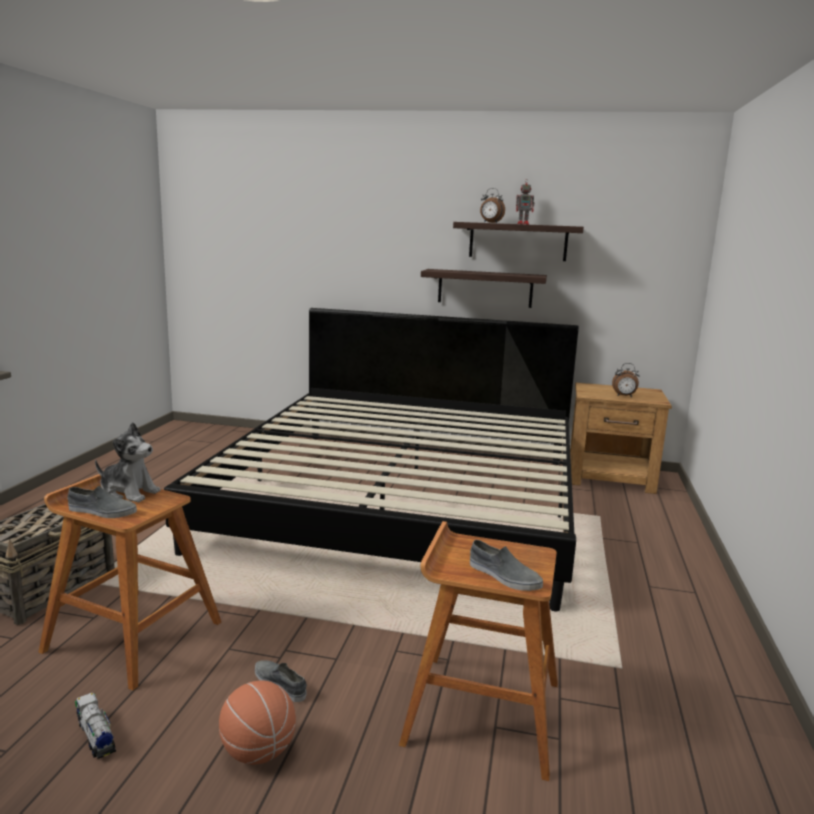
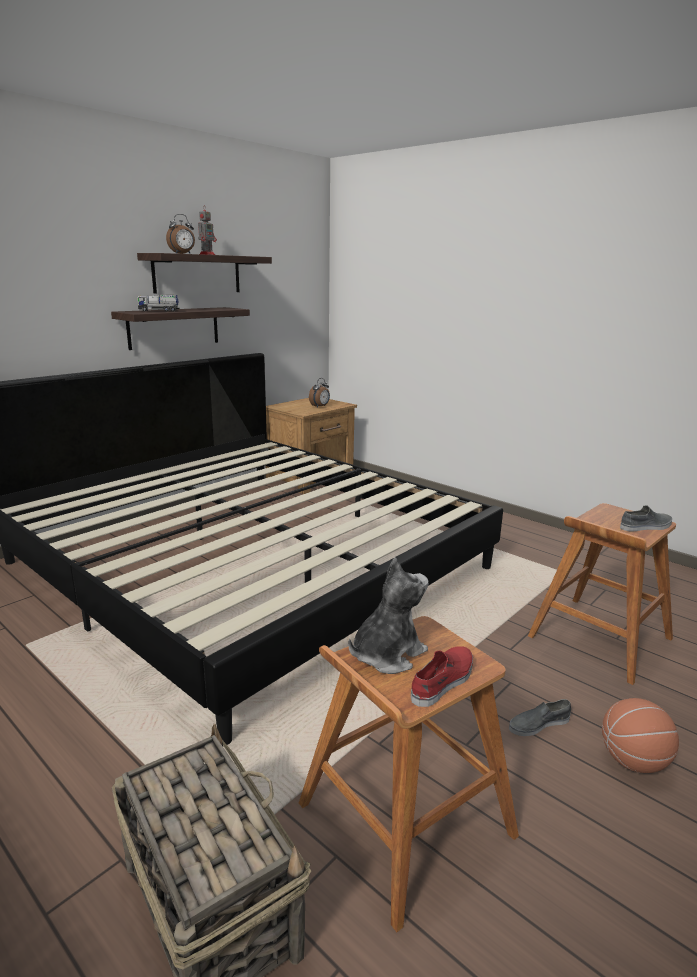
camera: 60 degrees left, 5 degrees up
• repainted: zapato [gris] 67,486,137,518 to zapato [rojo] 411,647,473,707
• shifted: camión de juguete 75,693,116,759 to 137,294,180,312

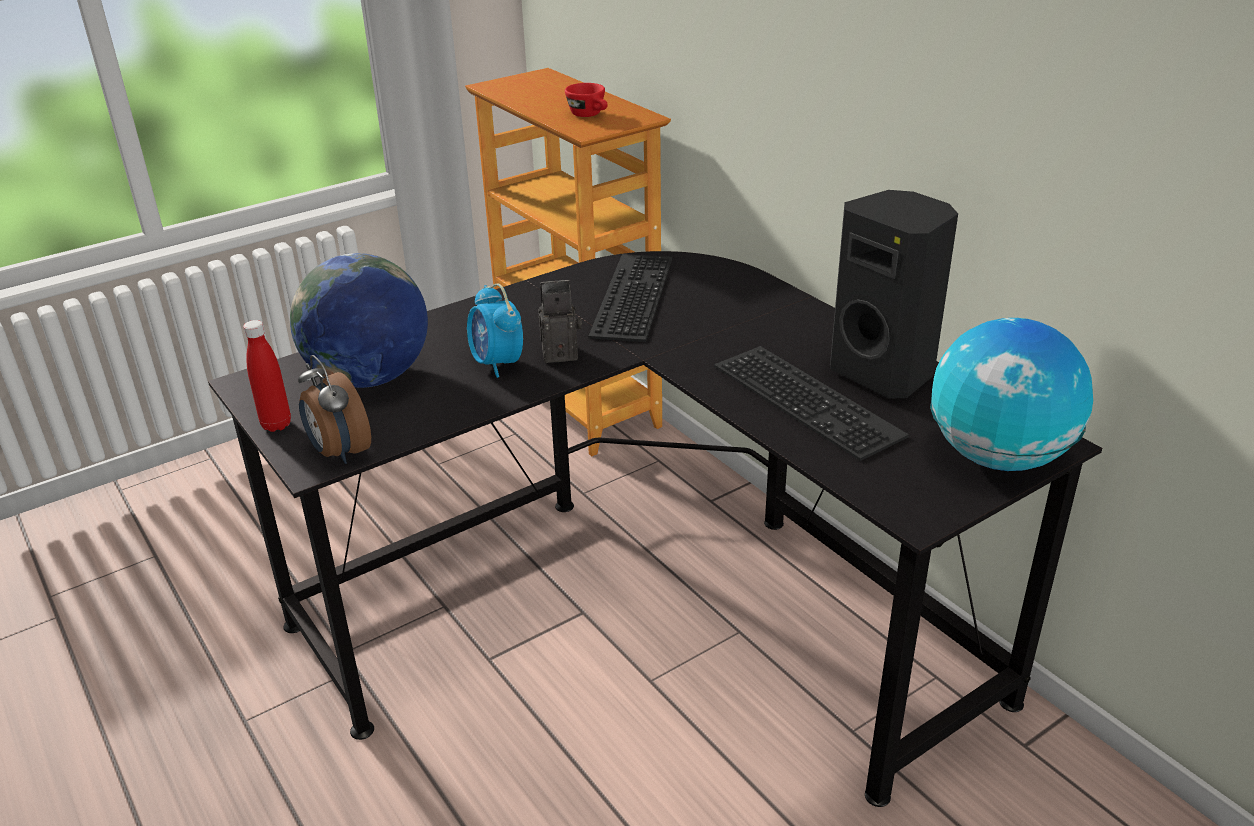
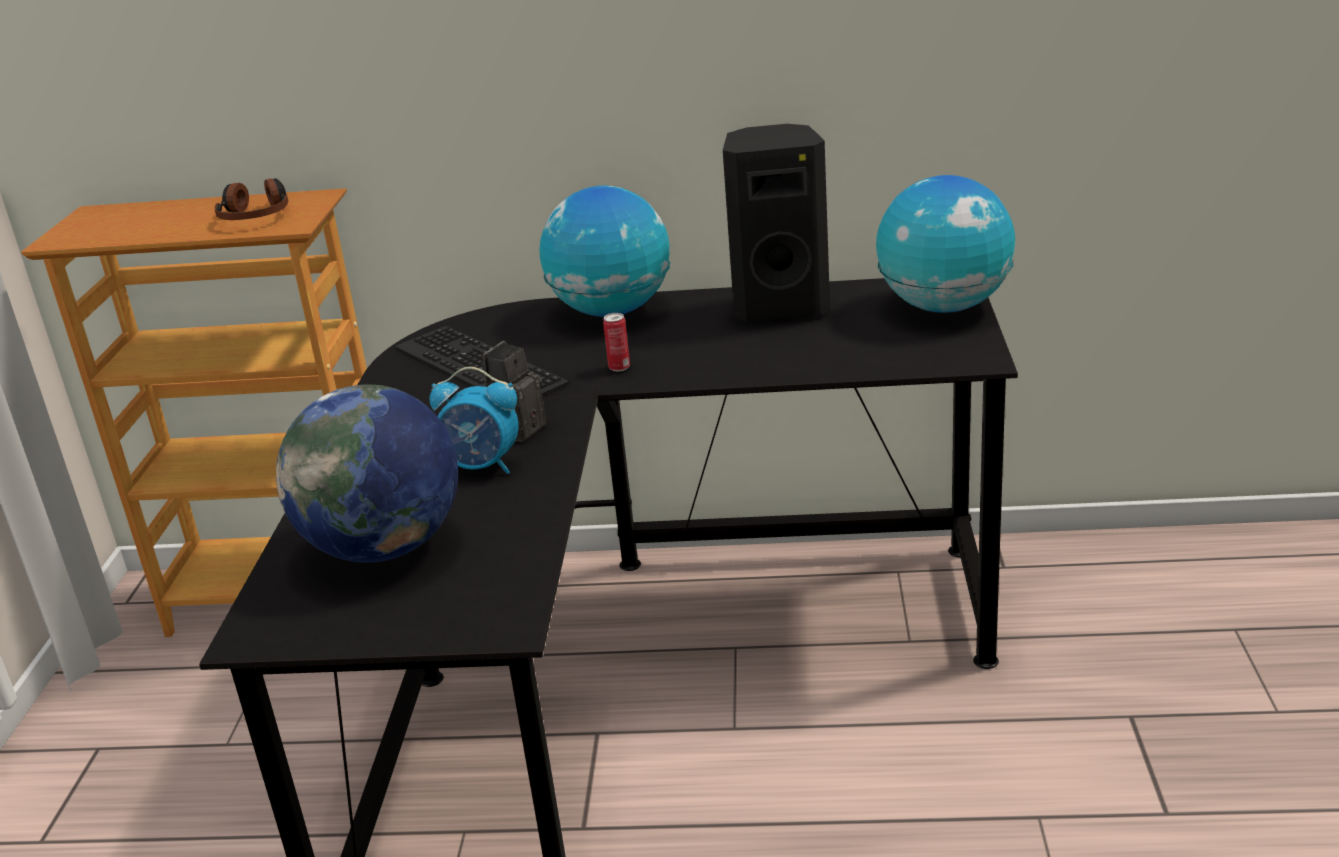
camera: 50 degrees left, 5 degrees down
• gone: botella [rojo] 243,320,291,432
• gone: despertador 298,355,371,464
• swapped: taza [rojo] 565,83,608,117 to auriculares 214,178,288,220
• gone: teclado 714,346,909,461
• new: globo terráqueo 539,185,670,317
• new: lata 603,313,630,372

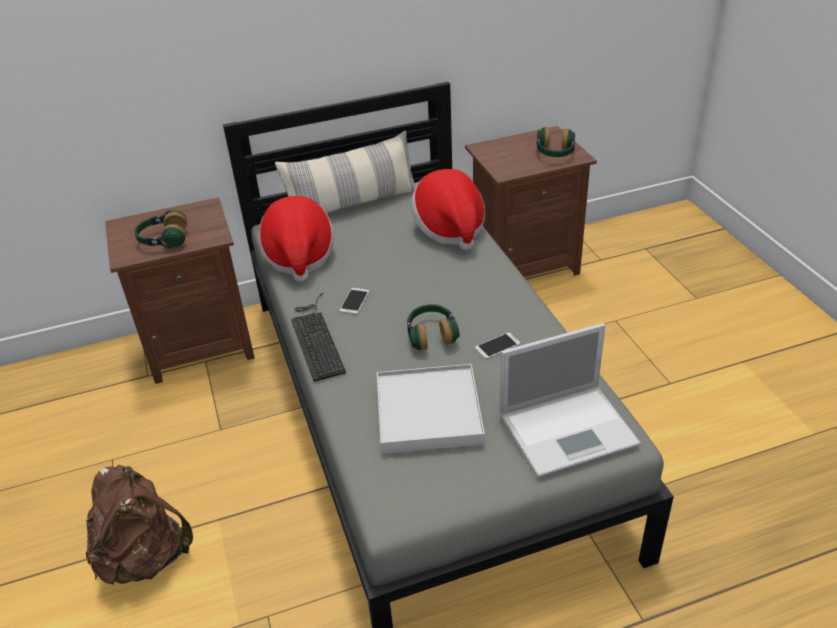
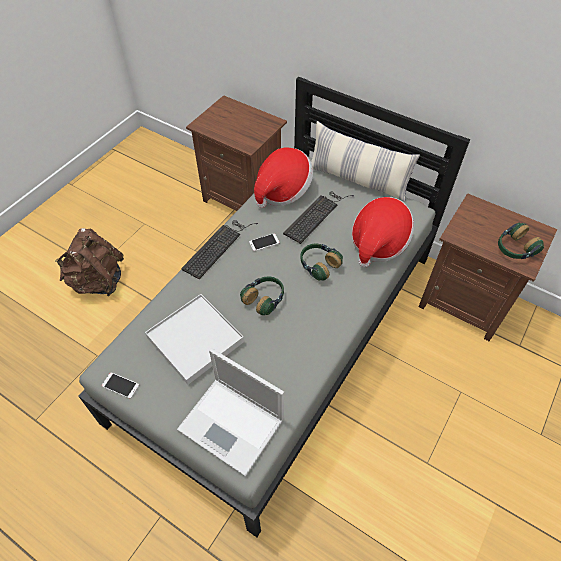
camera: 50 degrees right, 15 degrees up
• shifted: auriculares 135,210,187,248 to 301,243,343,280
• shifted: móvil 475,333,520,359 to 102,372,139,399
• new: teclado 283,191,354,244

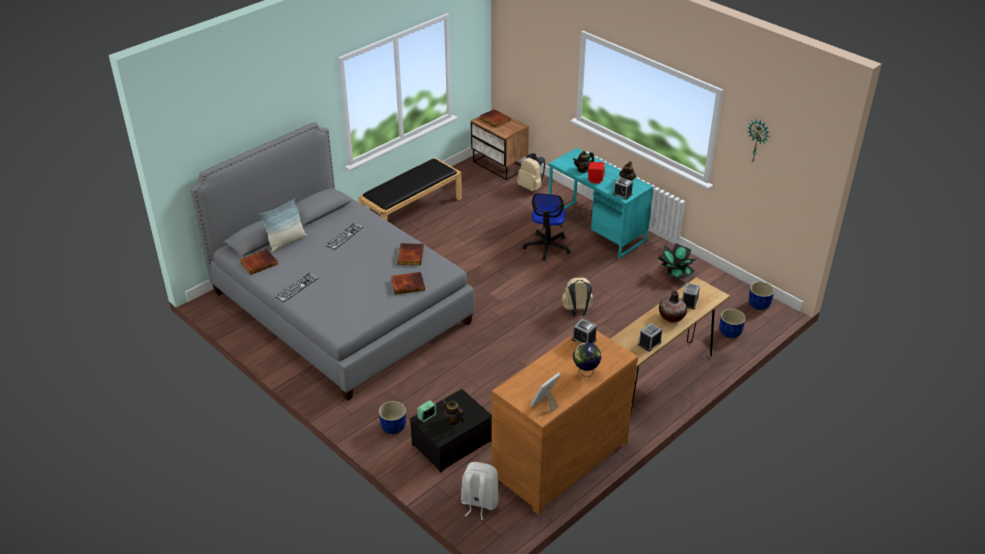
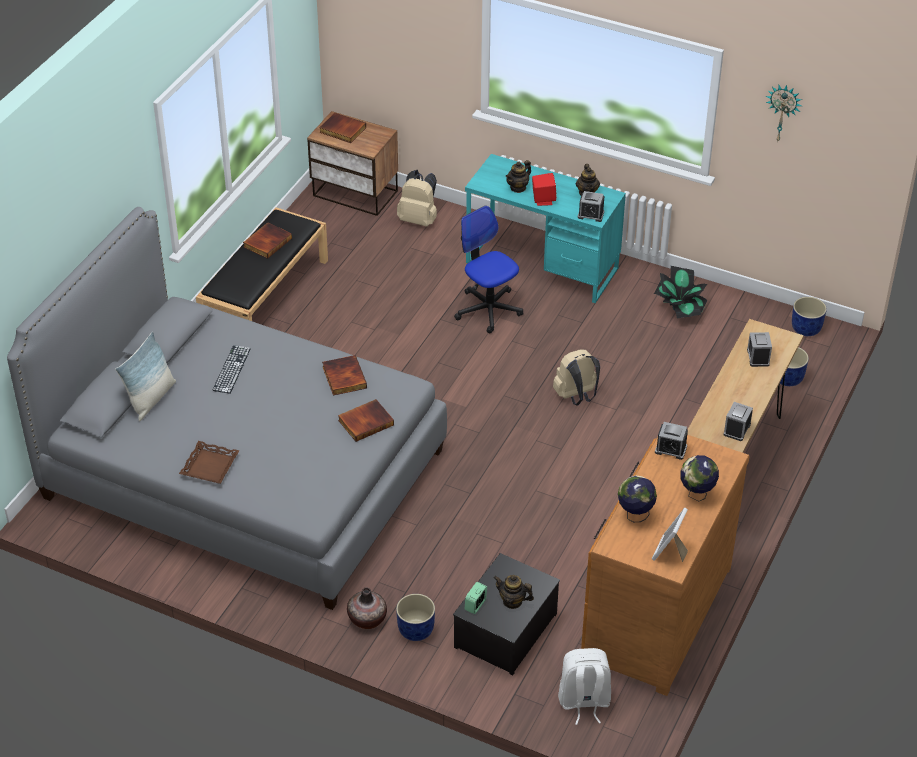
camera: 20 degrees left, 5 degrees up
• shifted: libro 240,249,278,275 to 243,222,292,259
• swapped: teclado 275,273,318,302 to bandeja [marrón] 179,441,240,484
• rotated: silla de oficina 522,193,571,261 = 454,206,524,333 150 degrees clockwise
• shifted: florero 659,291,687,323 to 347,587,387,629
• new: globo terráqueo 618,475,657,522

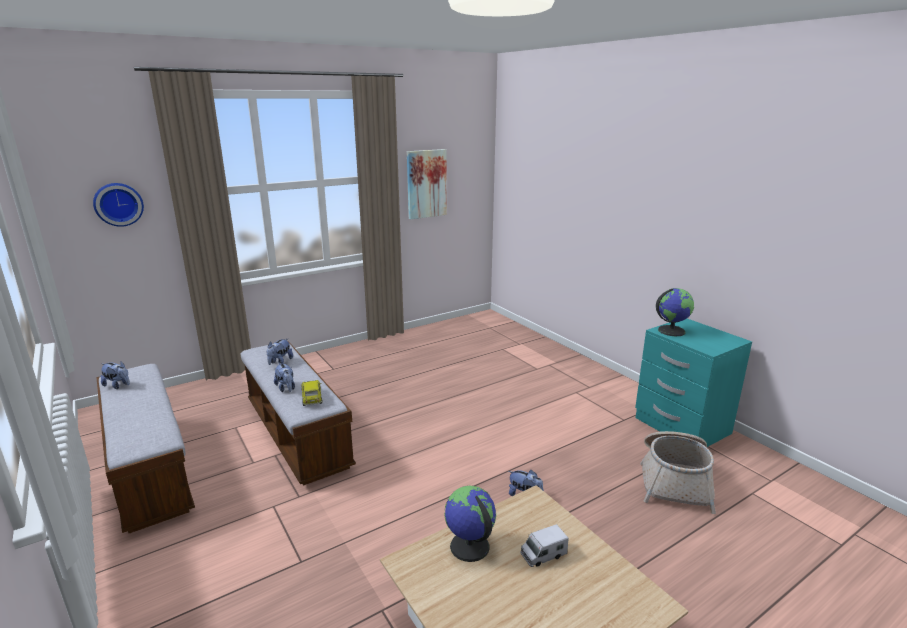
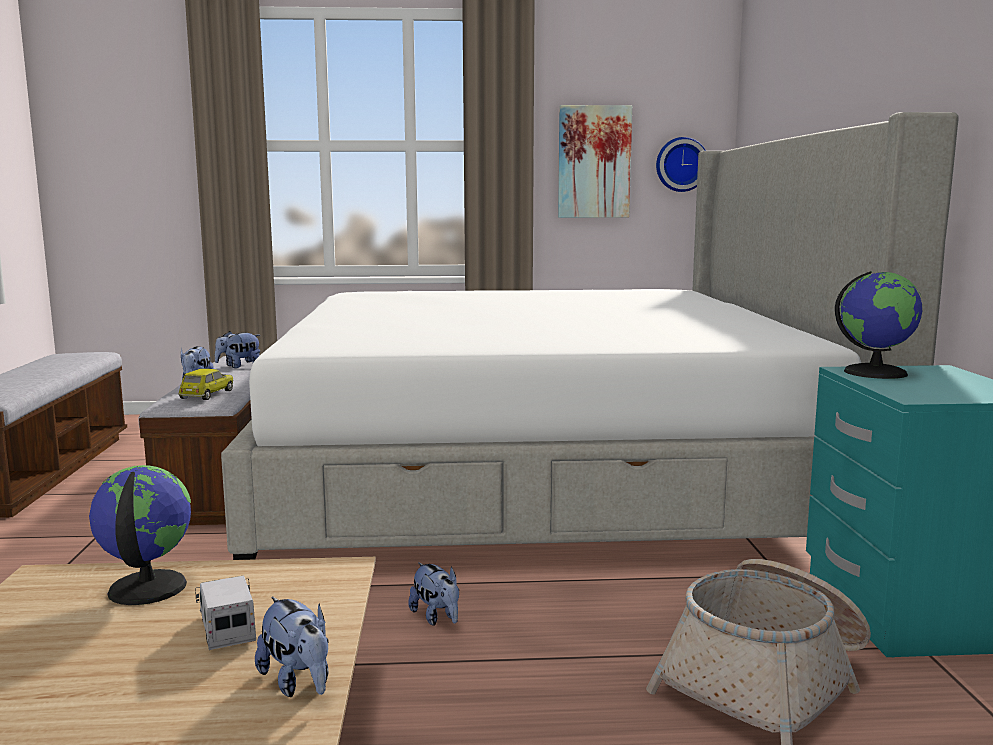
camera: 30 degrees right, 10 degrees down
• shifted: reloj de pared 93,183,144,227 to 656,137,706,192
• shifted: peluche 100,362,130,389 to 255,597,329,697
• rotated: camión de juguete 520,524,569,567 = 195,576,256,650 60 degrees clockwise
• new: cama 221,112,959,560

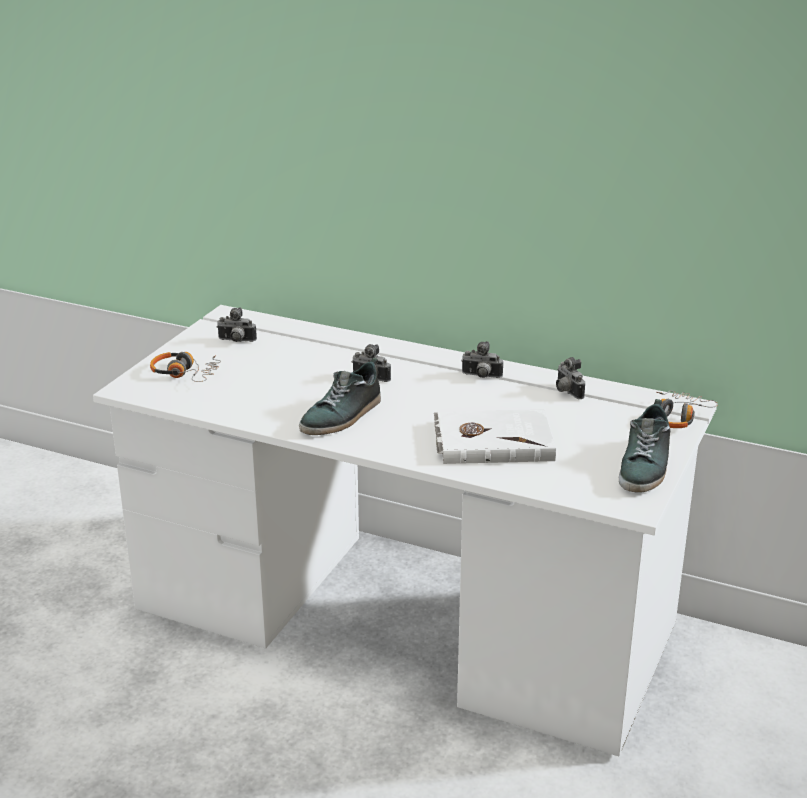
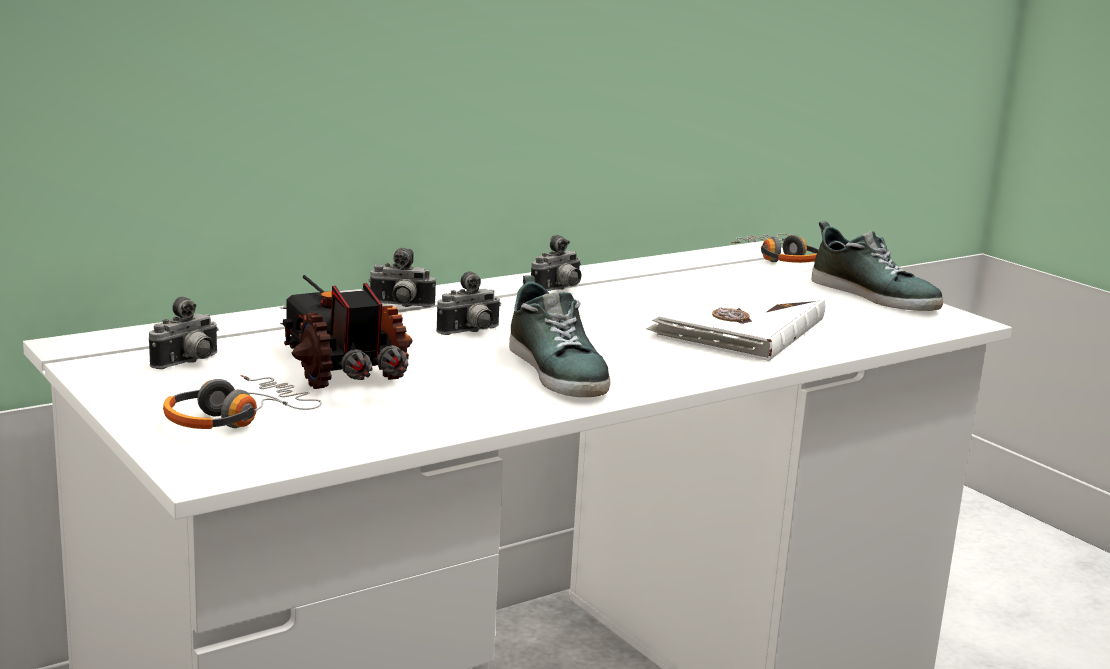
camera: 60 degrees left, 10 degrees down
• shifted: cámara 556,357,585,399 to 368,248,436,308
• new: camión de juguete 279,275,412,389

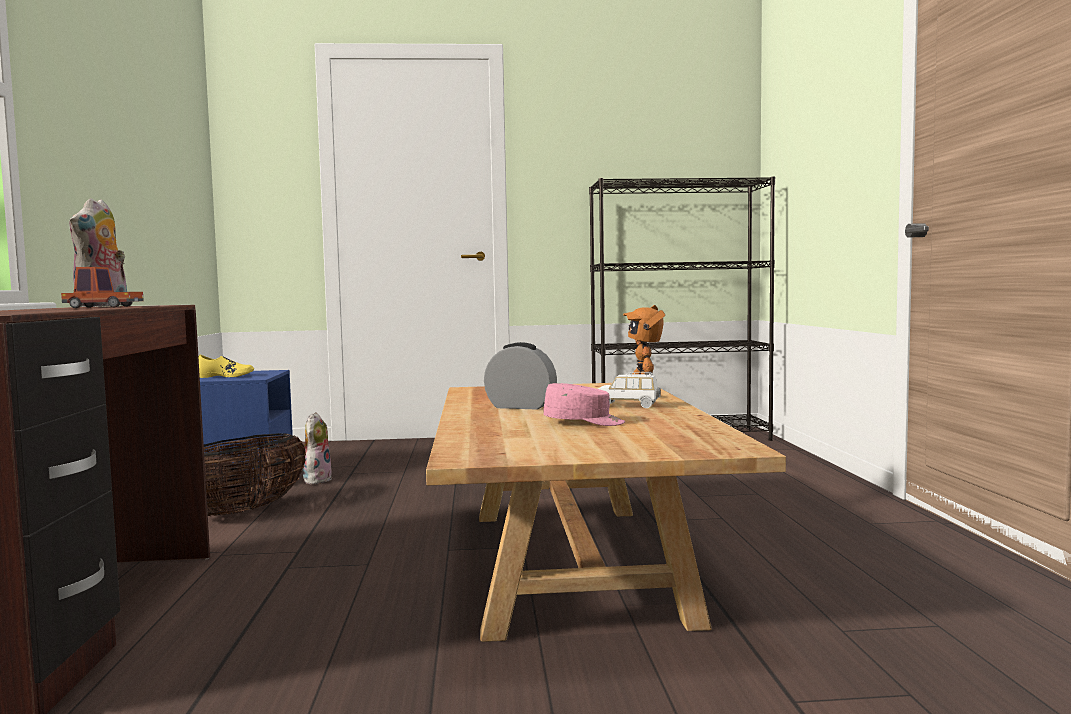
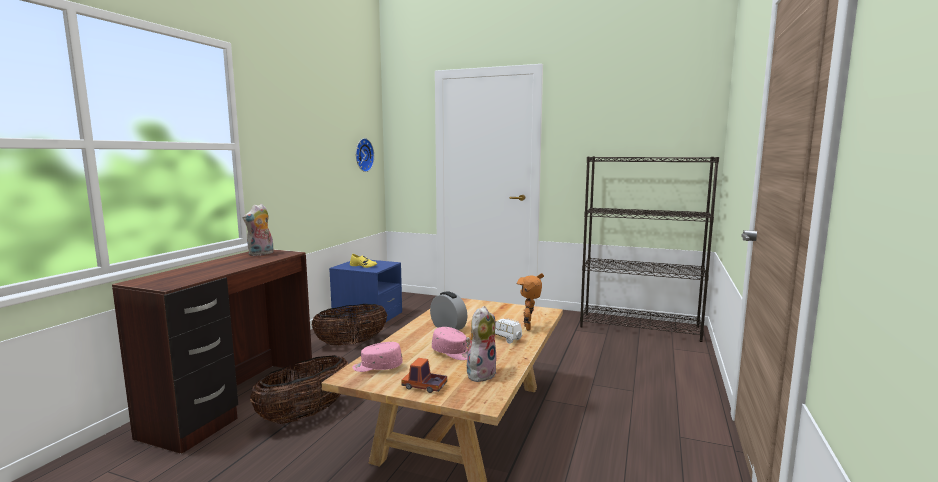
camera: 25 degrees right, 5 degrees up
• shifted: camión de juguete 61,267,144,308 to 402,358,447,393
• shifted: peluche 302,412,332,484 to 466,306,497,382
• new: cesta 250,355,348,424
• new: gorra [rosa] 352,342,402,372
• new: reloj de pared 356,138,374,172

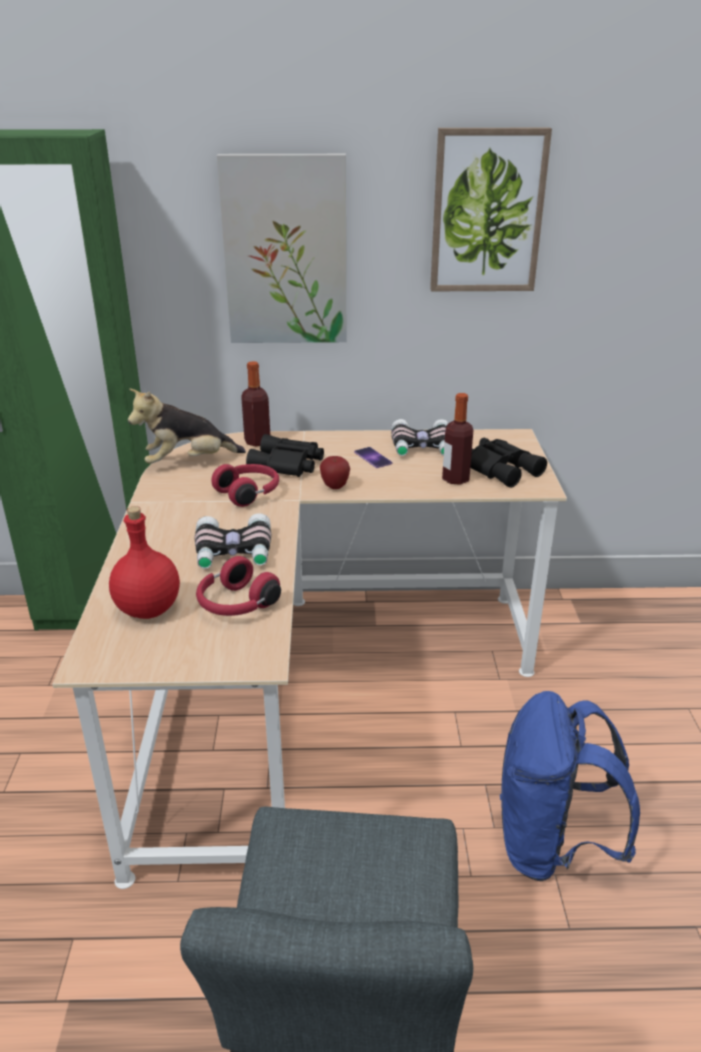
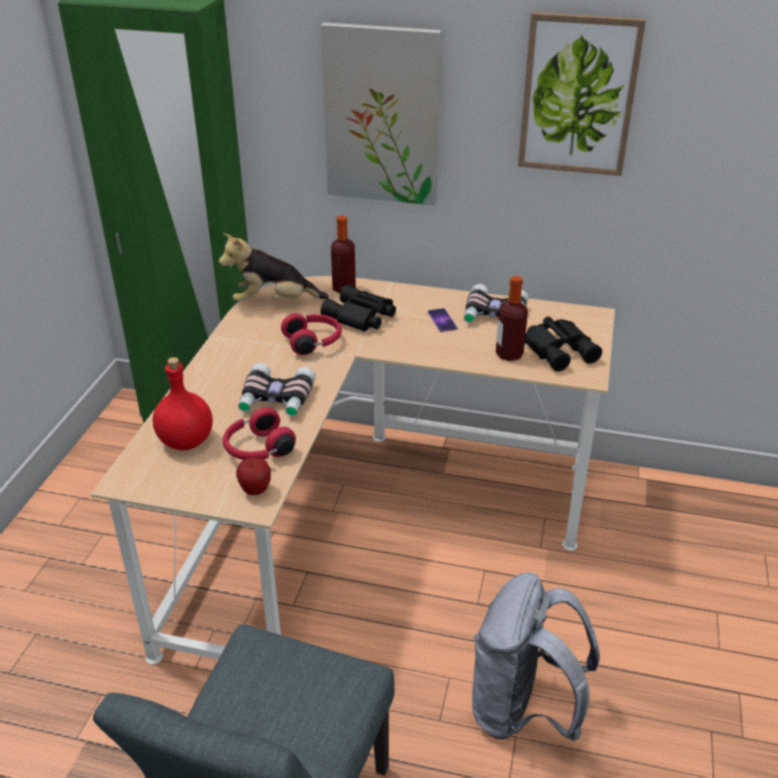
camera: 15 degrees right, 5 degrees up
• shifted: manzana 320,456,350,489 to 236,457,271,495
• repainted: mochila [azul] 500,691,640,881 to mochila [gris] 472,572,600,741

